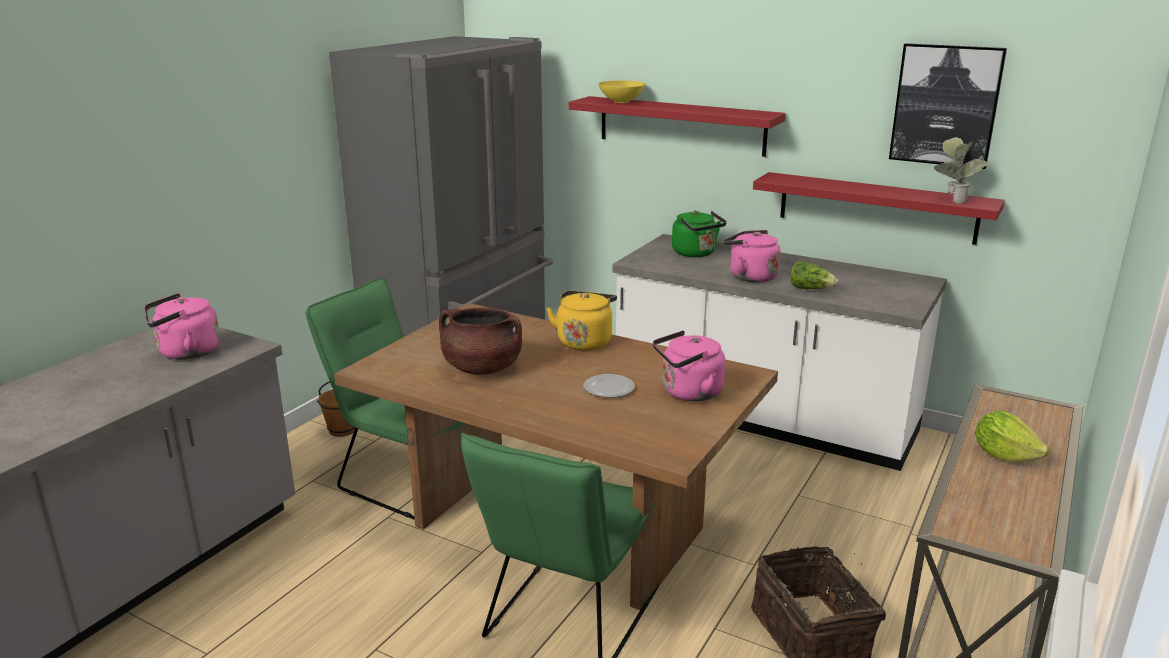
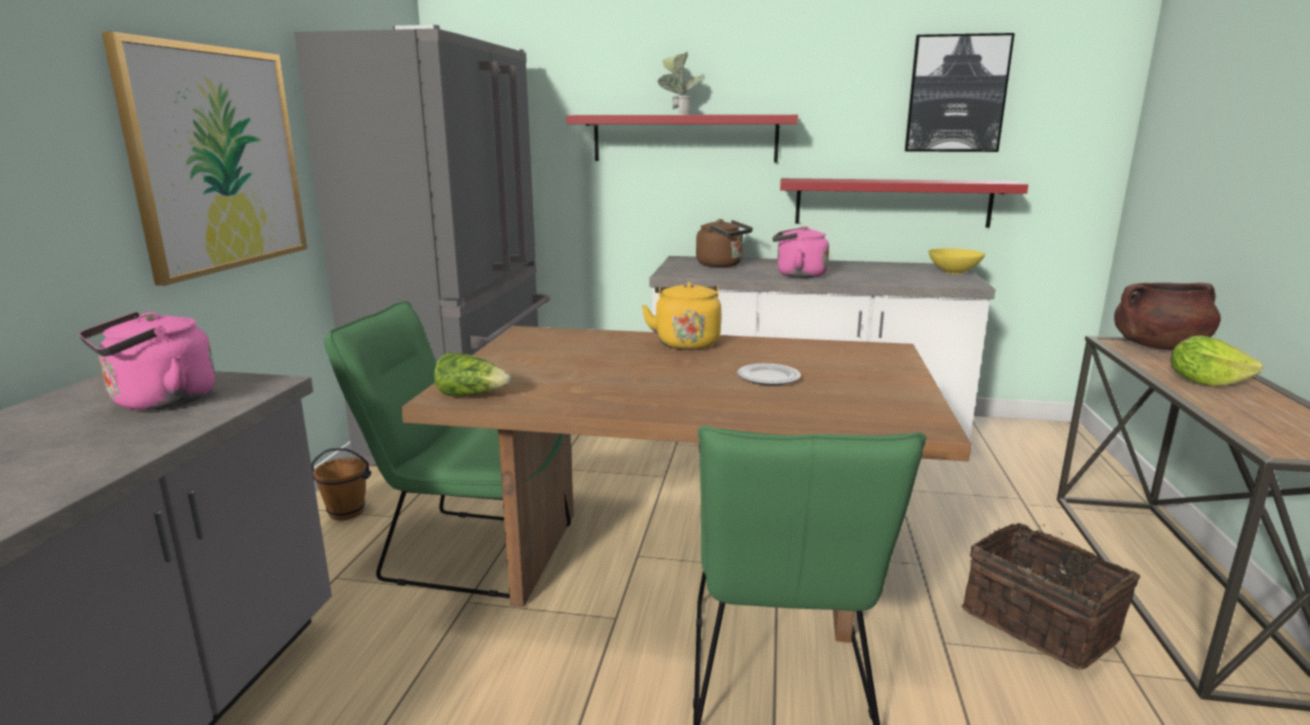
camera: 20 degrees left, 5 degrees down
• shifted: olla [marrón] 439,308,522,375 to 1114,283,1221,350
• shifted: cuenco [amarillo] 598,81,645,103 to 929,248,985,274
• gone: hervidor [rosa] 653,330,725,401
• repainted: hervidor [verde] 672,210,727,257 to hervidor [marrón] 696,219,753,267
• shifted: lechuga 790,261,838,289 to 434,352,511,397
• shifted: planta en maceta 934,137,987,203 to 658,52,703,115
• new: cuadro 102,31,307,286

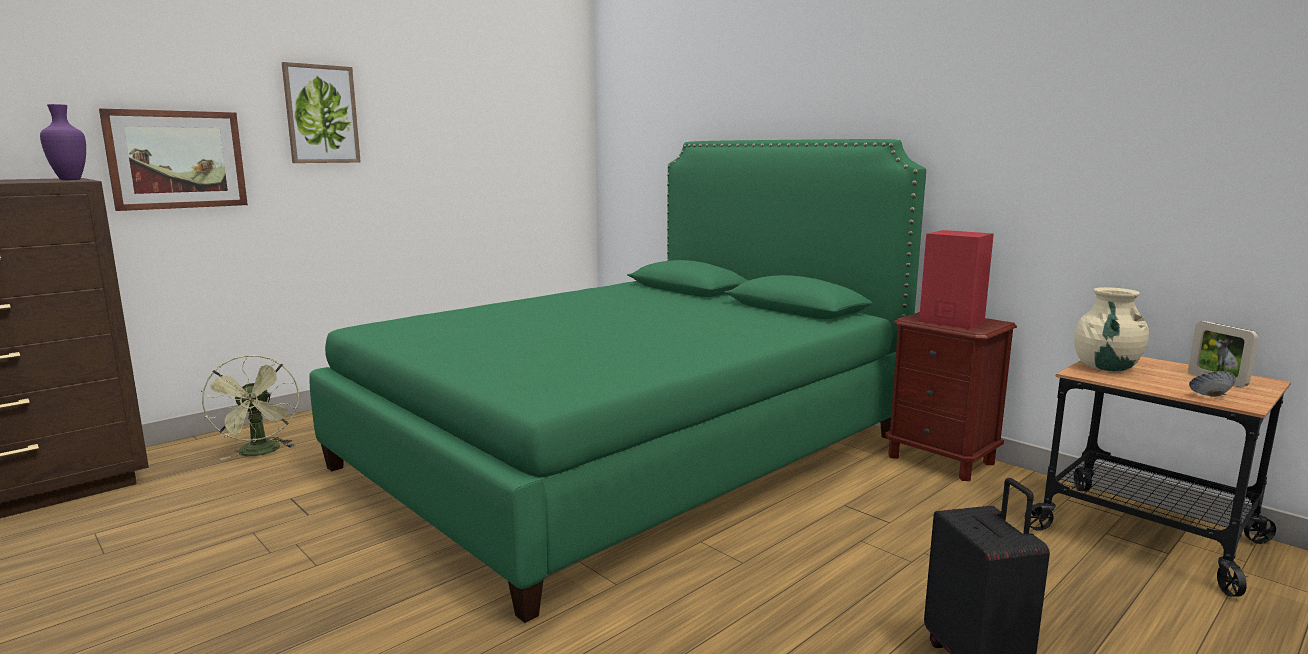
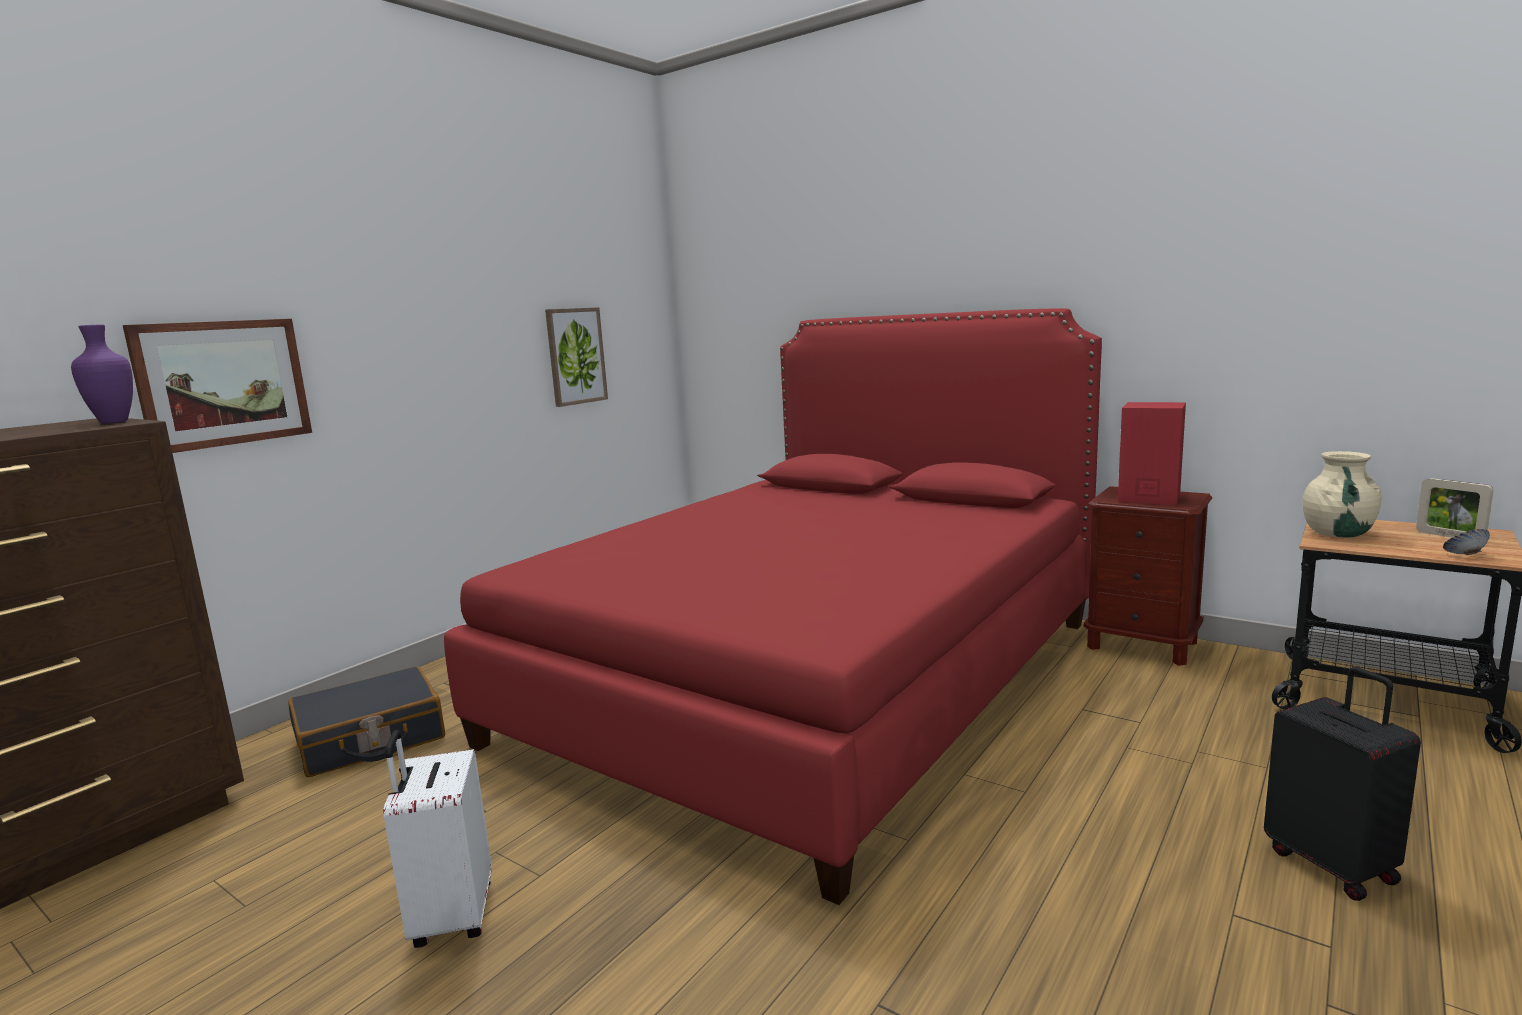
camera: 10 degrees left, 0 degrees up
• swapped: ventilador [verde] 201,355,299,460 to maleta [negro] 288,667,445,777
• shifted: cuadro 282,62,361,163 to 545,307,608,407
• repainted: cama [verde] 309,139,926,623 to cama [rojo] 444,308,1102,905
• new: maleta [blanco] 383,730,492,948

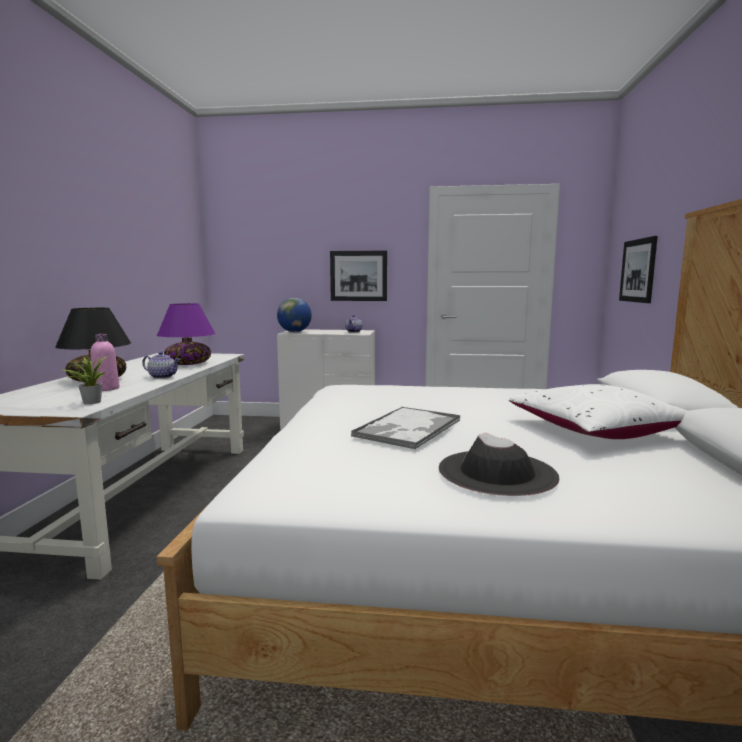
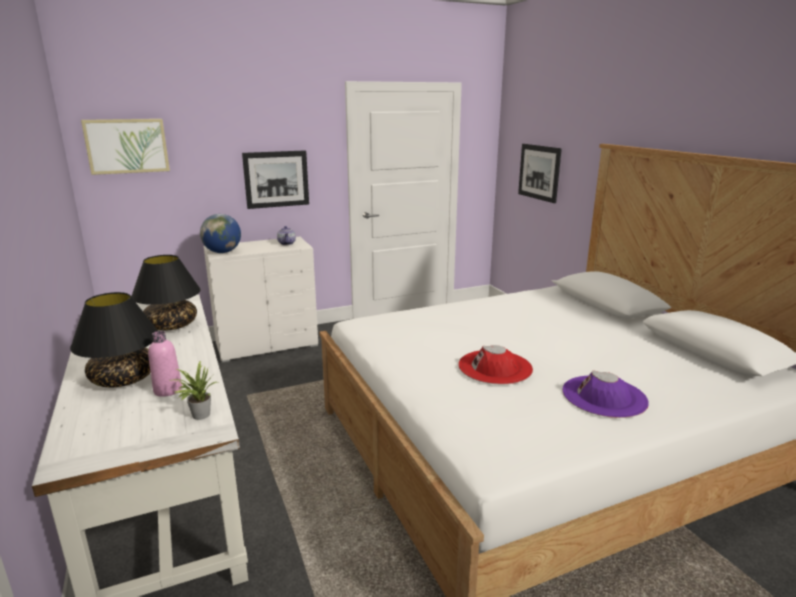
camera: 30 degrees left, 10 degrees up
• gone: tetera 142,351,180,379
• repainted: lámpara de mesa [morado] 157,303,216,365 to lámpara de mesa [negro] 131,255,200,331
• swapped: bandeja 350,407,461,449 to sombrero [rojo] 458,345,533,384
• repainted: sombrero [negro] 439,433,560,496 to sombrero [morado] 562,370,649,418
• gone: cojín [blanco] 509,384,688,439
• new: cuadro 81,119,170,175

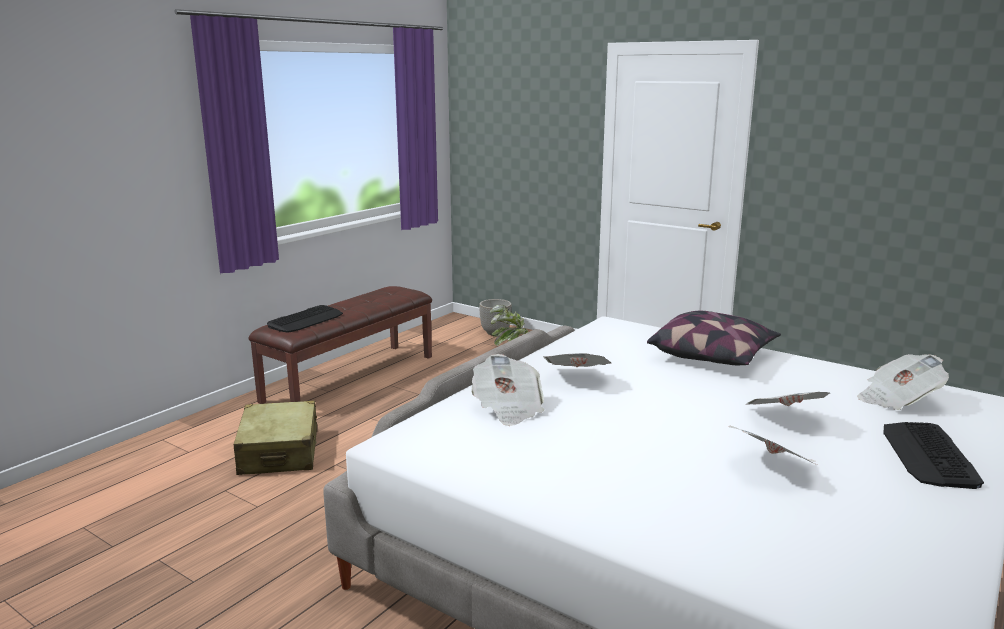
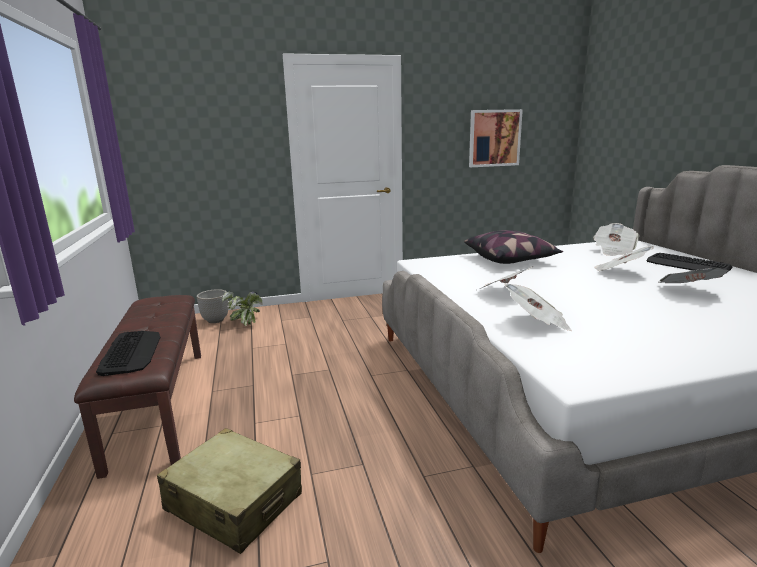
camera: 50 degrees left, 0 degrees up
• new: cuadro 469,109,523,167

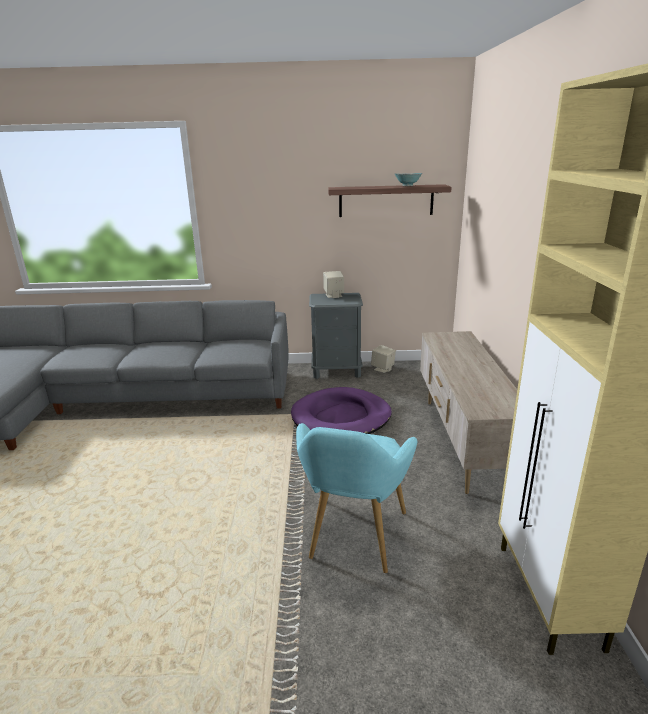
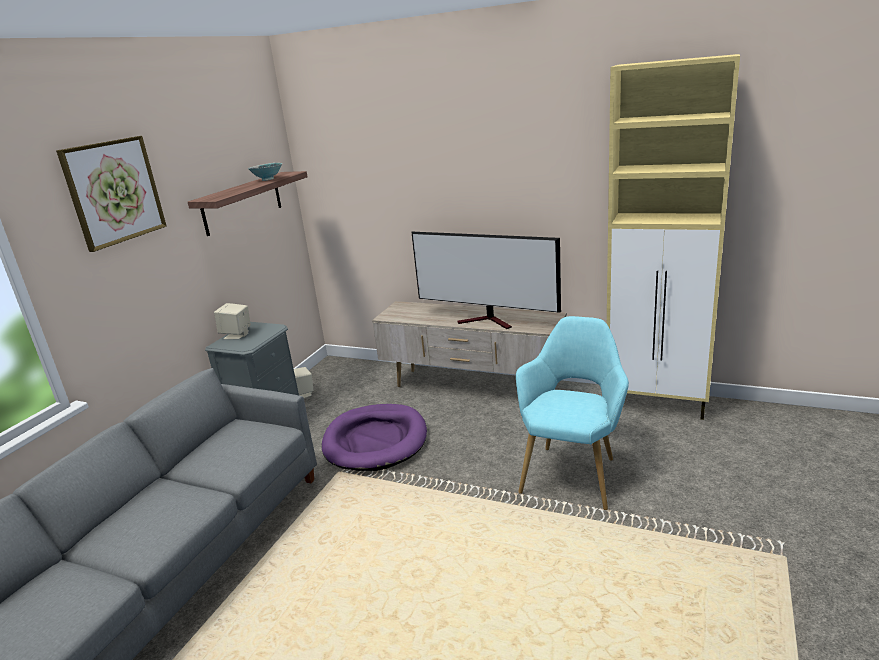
camera: 65 degrees left, 0 degrees up
• rotated: sillón [turquesa] 296,423,417,573 = 516,316,629,510 105 degrees counterclockwise
• new: cuadro 56,136,166,252
• new: televisor 411,231,561,329

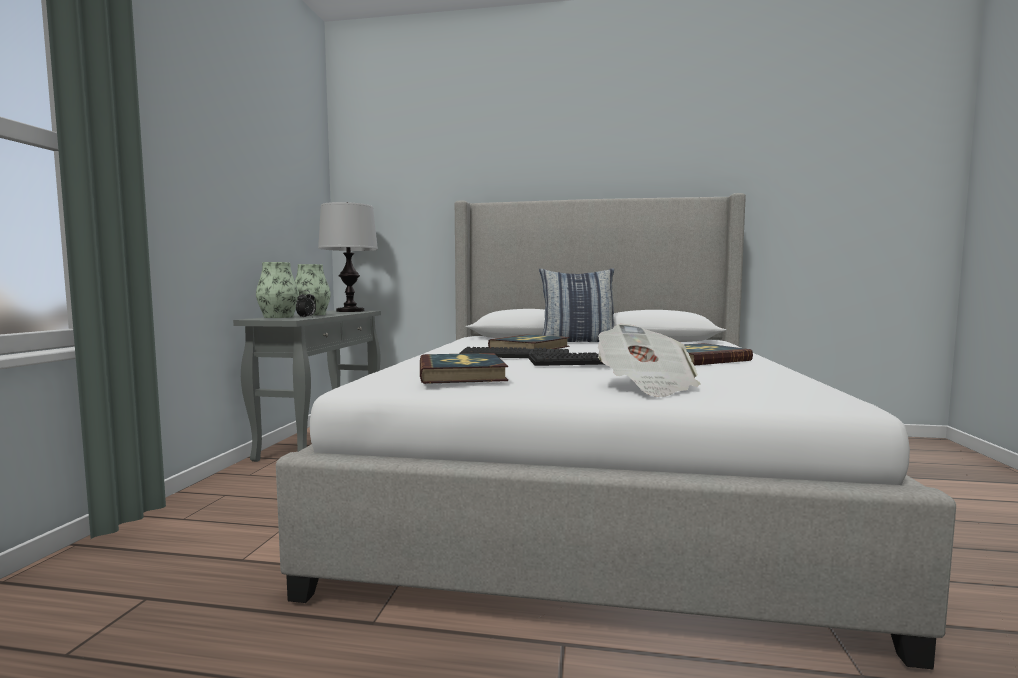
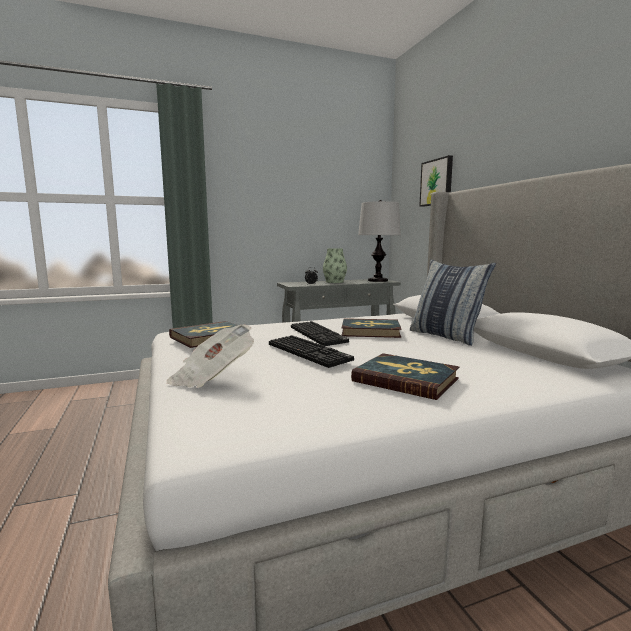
camera: 60 degrees right, 5 degrees up
• gone: florero 256,262,299,318
• new: cuadro 419,155,453,207

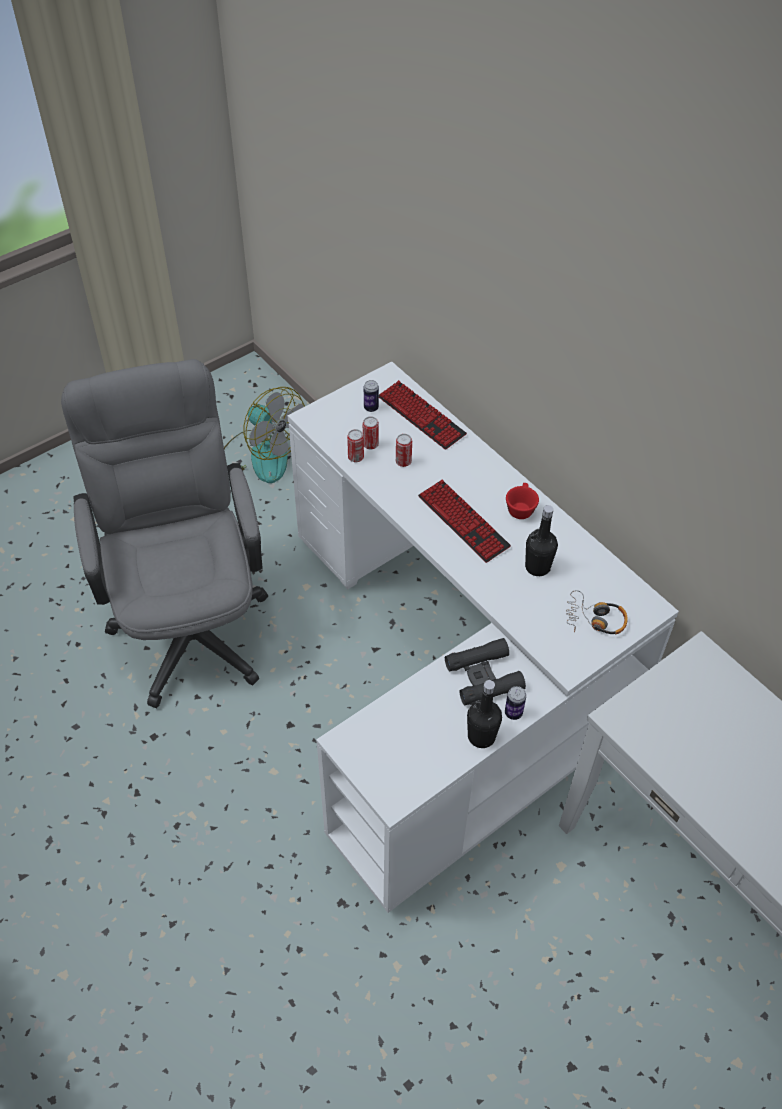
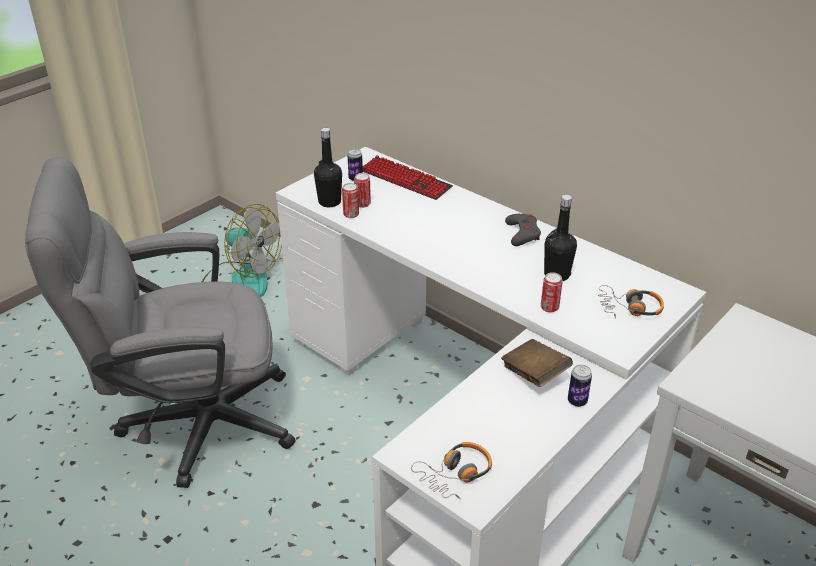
camera: 10 degrees left, 15 degrees down
• rotated: silla de oficina [gris] 61,359,268,709 = 25,157,295,488 75 degrees counterclockwise
• shifted: lata 396,434,412,467 to 541,272,563,313
• gone: teclado 418,480,511,563
• swapped: prismáticos [negro] 445,638,526,705 to libro [marrón] 501,339,573,387
• shifted: botella [negro] 467,680,502,748 to 314,128,342,207
• swapped: taza [rojo] 506,483,539,519 to mando de consola [gris] 505,214,541,246
• new: auriculares 411,442,492,500

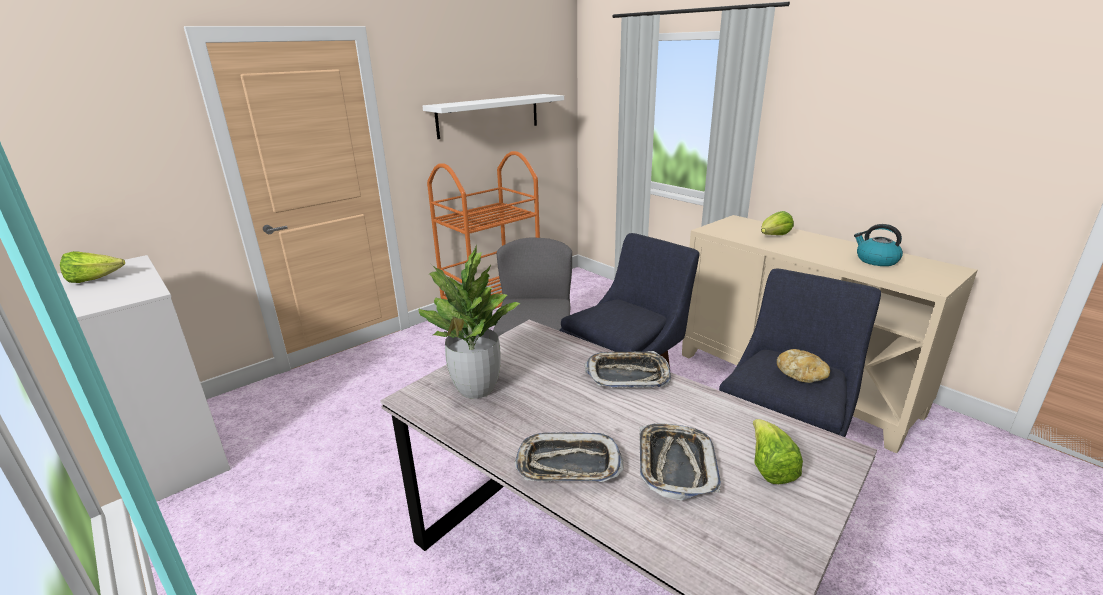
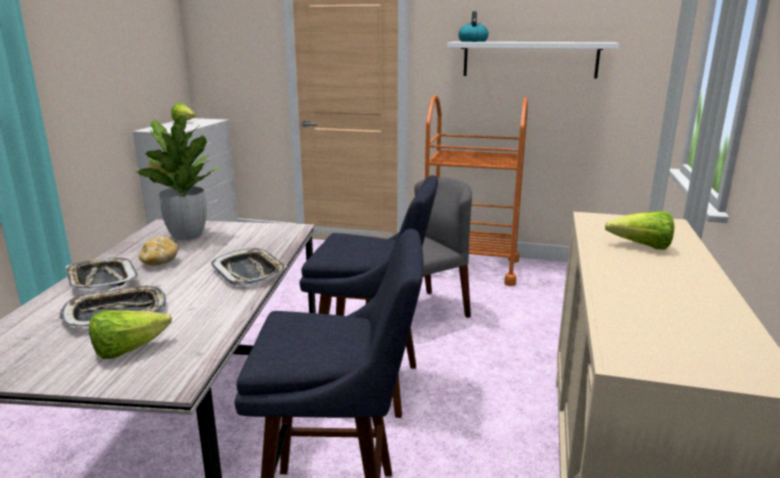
camera: 55 degrees right, 5 degrees down
• shifted: pan 777,349,830,383 to 139,236,178,266
• shifted: hervidor 854,224,903,266 to 458,11,489,42

